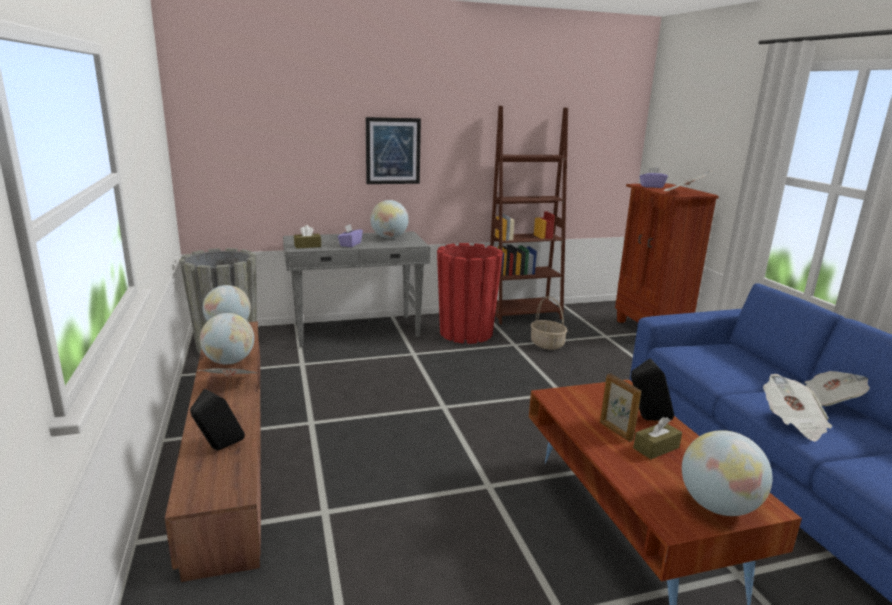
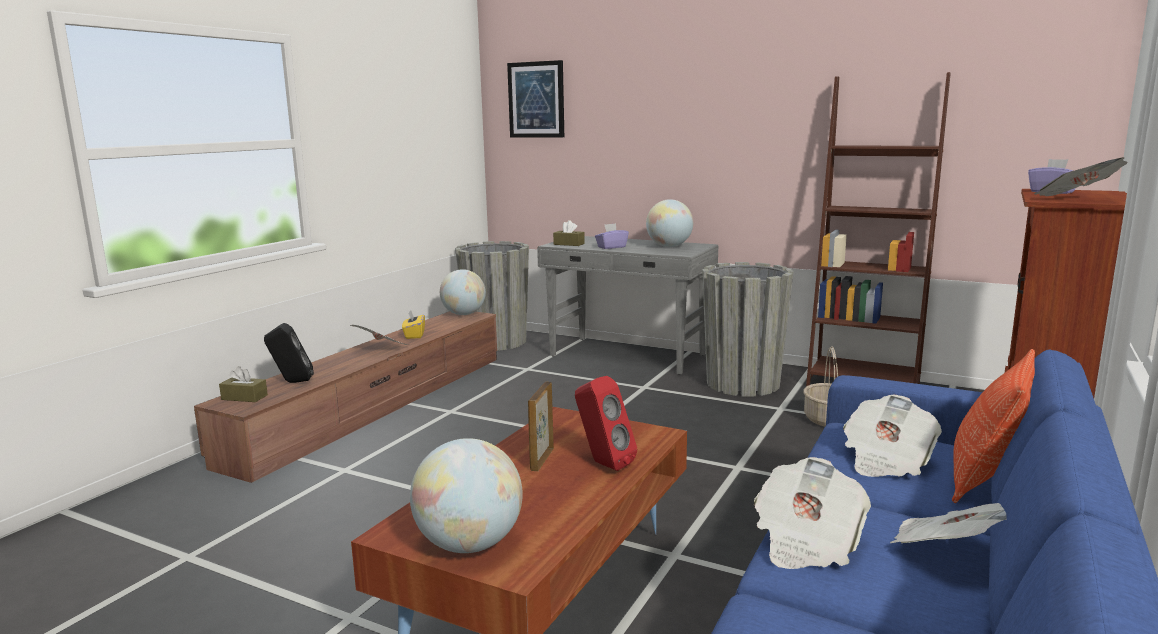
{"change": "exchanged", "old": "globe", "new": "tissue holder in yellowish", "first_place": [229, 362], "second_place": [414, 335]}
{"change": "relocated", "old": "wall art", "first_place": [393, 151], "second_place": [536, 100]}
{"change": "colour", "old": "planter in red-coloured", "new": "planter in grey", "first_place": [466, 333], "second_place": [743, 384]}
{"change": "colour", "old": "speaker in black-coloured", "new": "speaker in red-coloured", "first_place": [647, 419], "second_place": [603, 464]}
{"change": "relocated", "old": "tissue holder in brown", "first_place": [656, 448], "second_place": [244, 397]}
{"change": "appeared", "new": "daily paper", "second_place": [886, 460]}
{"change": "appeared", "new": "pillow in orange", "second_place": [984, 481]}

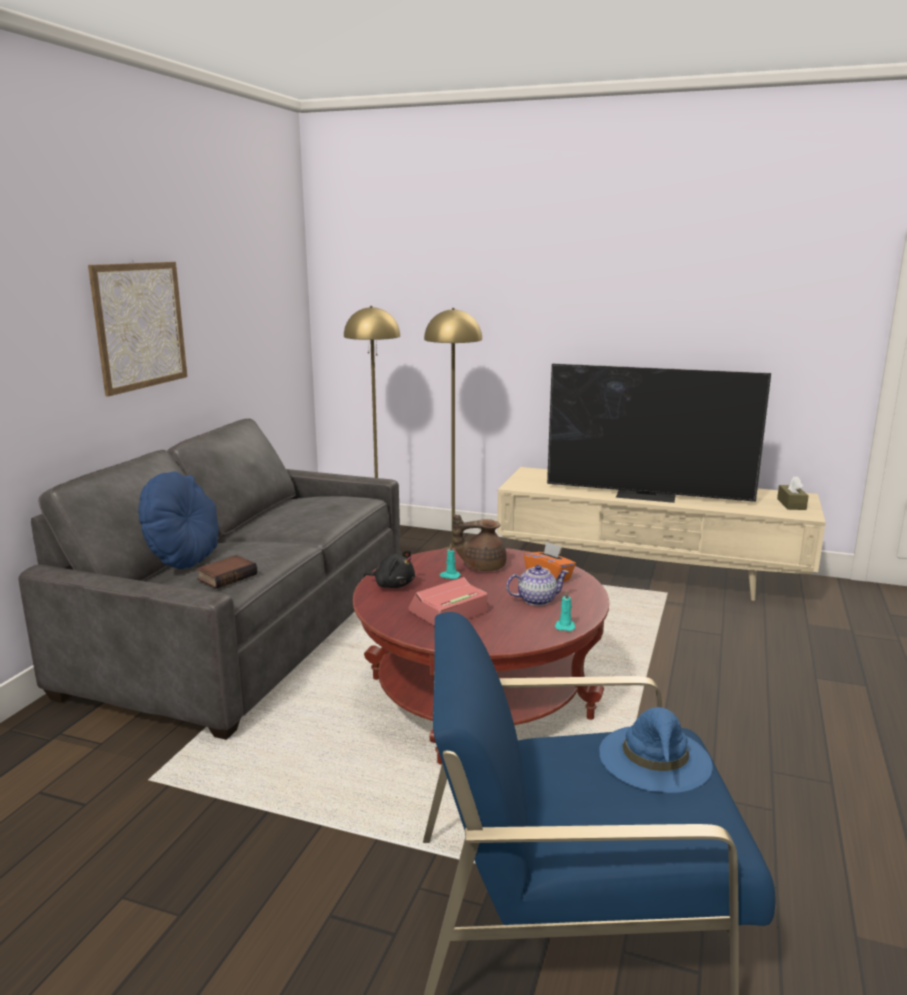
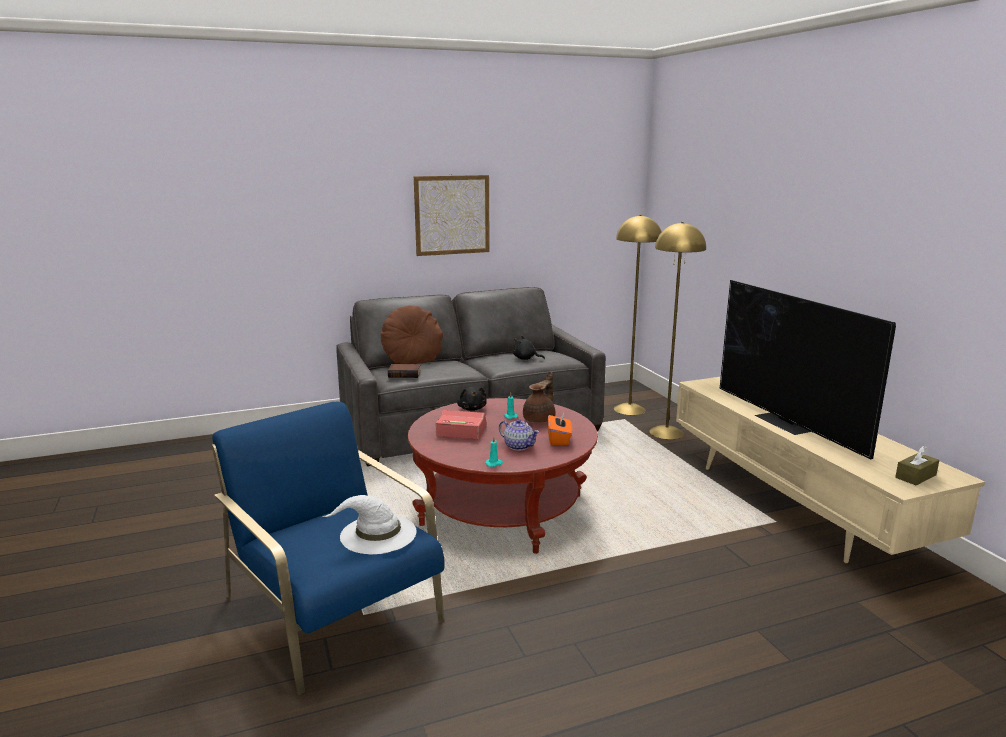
{"change": "colour", "old": "pillow in blue", "new": "pillow in brown", "first_place": [184, 561], "second_place": [413, 362]}
{"change": "spun", "old": "tea pot in brown", "first_place": [482, 566], "second_place": [540, 419], "degrees": 75}
{"change": "colour", "old": "wearable hat in blue", "new": "wearable hat in white", "first_place": [655, 759], "second_place": [377, 534]}
{"change": "appeared", "new": "soft toy in black-coloured", "second_place": [525, 359]}

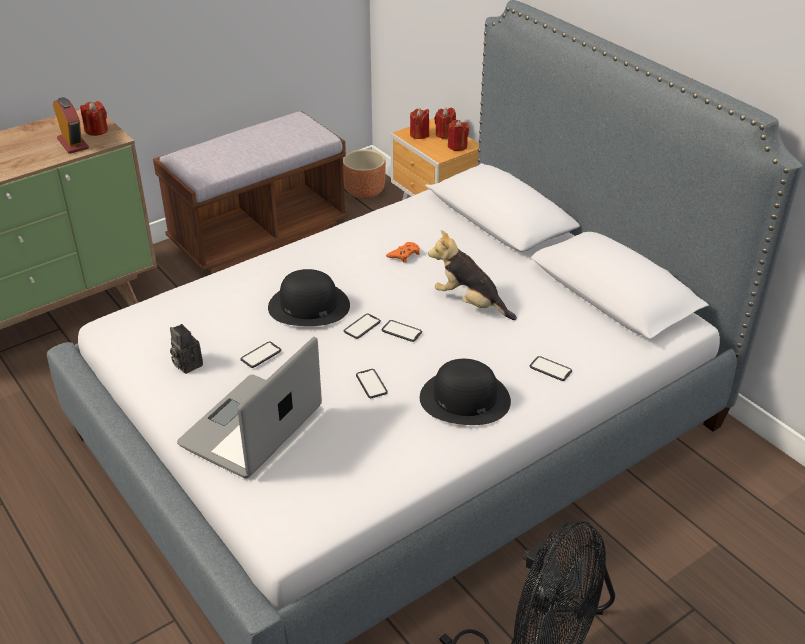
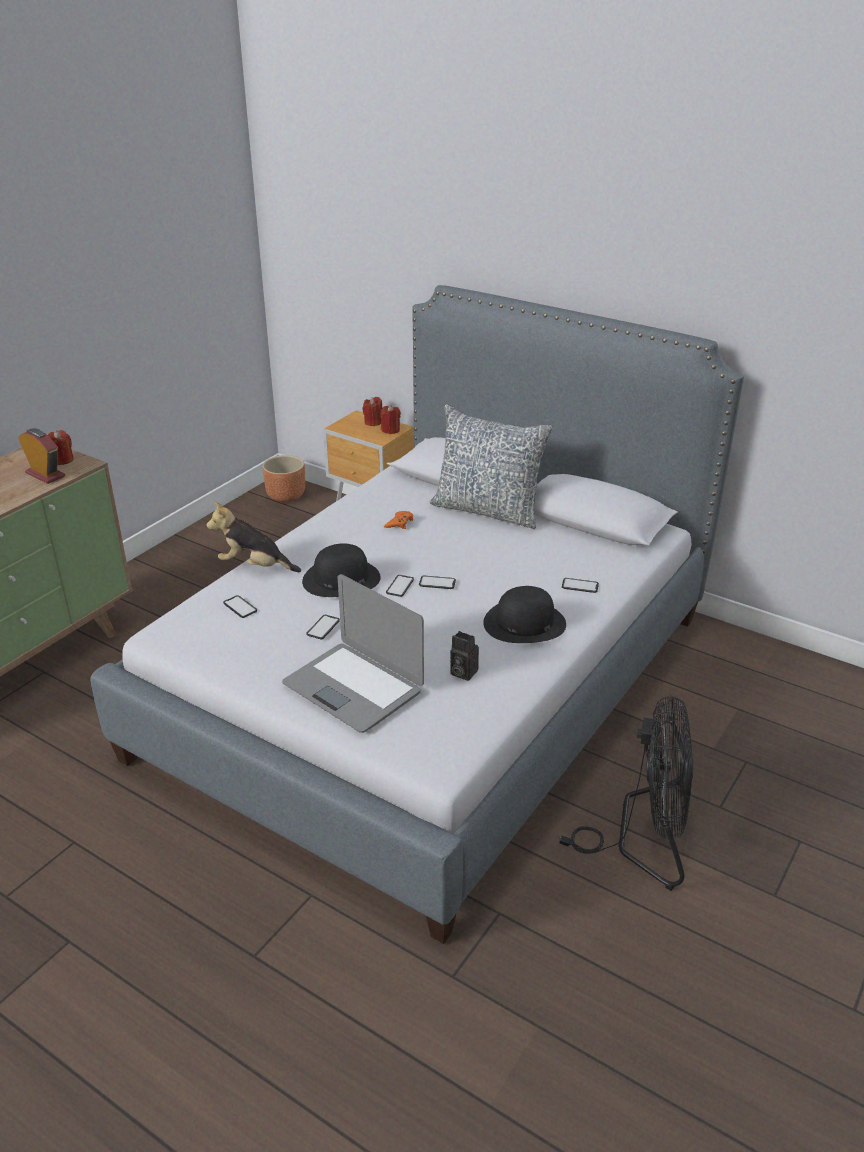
{"change": "missing", "old": "indoor bench in brown", "first_place": [259, 234]}
{"change": "relocated", "old": "photo camera", "first_place": [186, 364], "second_place": [462, 672]}
{"change": "spun", "old": "portable computer", "first_place": [252, 428], "second_place": [353, 687], "degrees": -60}
{"change": "relocated", "old": "telephone", "first_place": [371, 384], "second_place": [240, 607]}
{"change": "missing", "old": "wax candle in red-coloured", "first_place": [419, 135]}
{"change": "relocated", "old": "soft toy", "first_place": [470, 303], "second_place": [255, 566]}
{"change": "appeared", "new": "pillow", "second_place": [487, 510]}

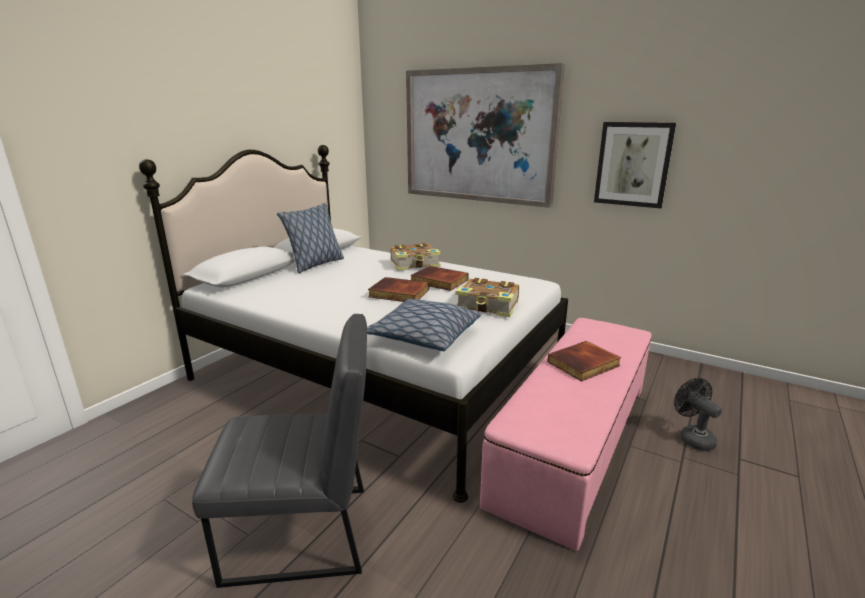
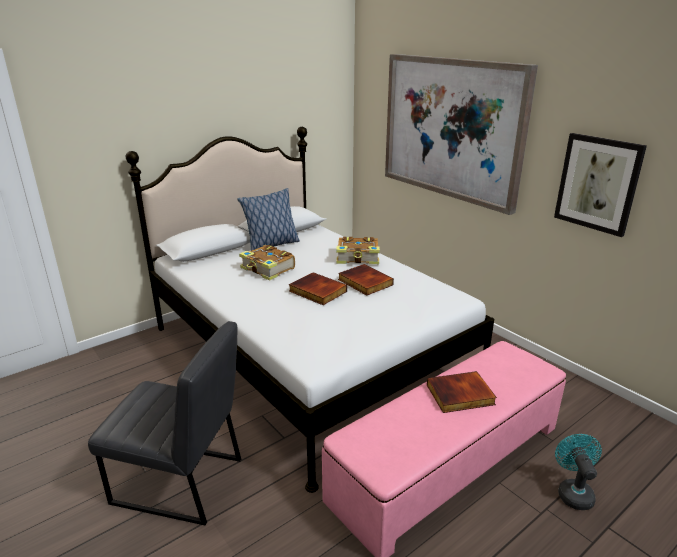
{"change": "missing", "old": "pillow", "first_place": [424, 336]}
{"change": "relocated", "old": "bound book", "first_place": [488, 306], "second_place": [267, 269]}
{"change": "colour", "old": "cooling fan in black-coloured", "new": "cooling fan in turquoise-coloured", "first_place": [692, 437], "second_place": [573, 492]}

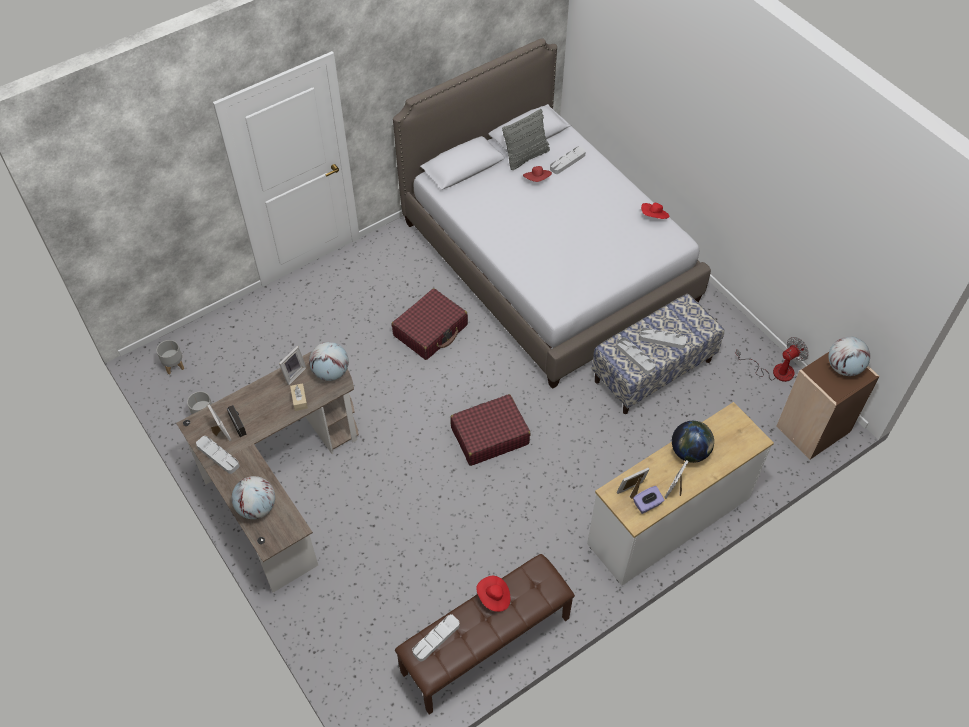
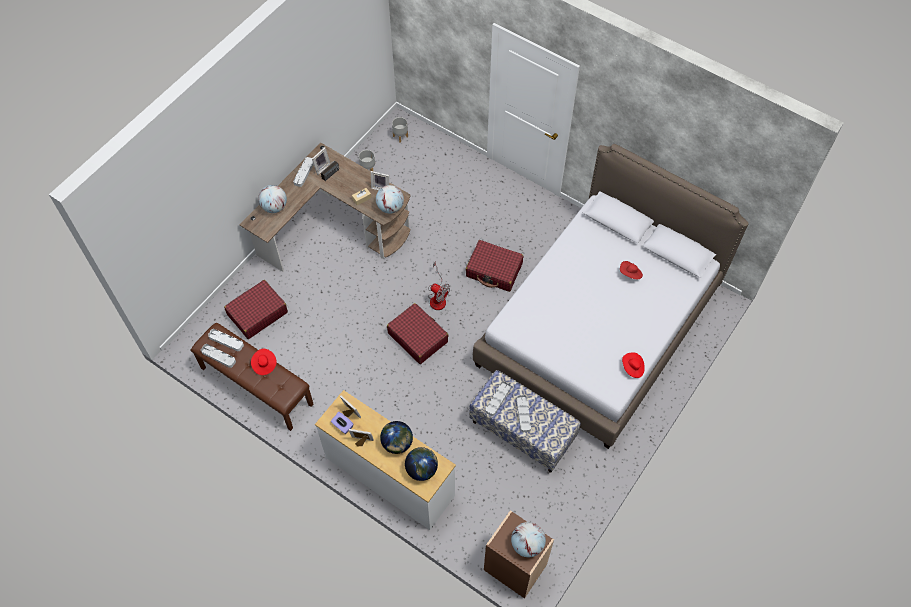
{"change": "missing", "old": "pillow in grey", "first_place": [525, 157]}
{"change": "relocated", "old": "tray in grey", "first_place": [567, 162], "second_place": [218, 356]}
{"change": "relocated", "old": "cooling fan", "first_place": [775, 371], "second_place": [437, 297]}
{"change": "appeared", "new": "travel case in red-coloured", "second_place": [257, 313]}
{"change": "appeared", "new": "globe", "second_place": [421, 470]}

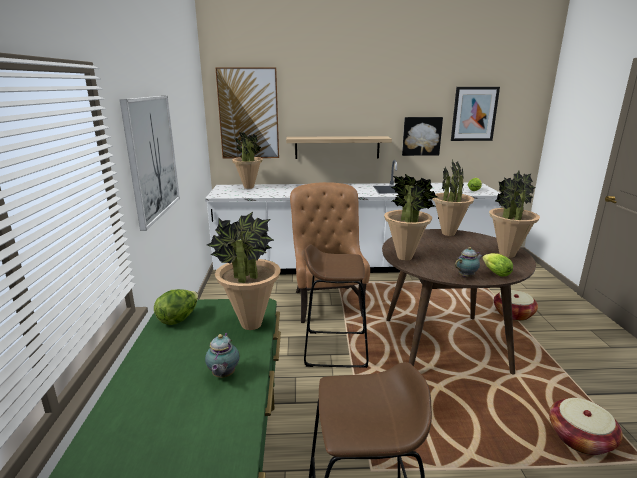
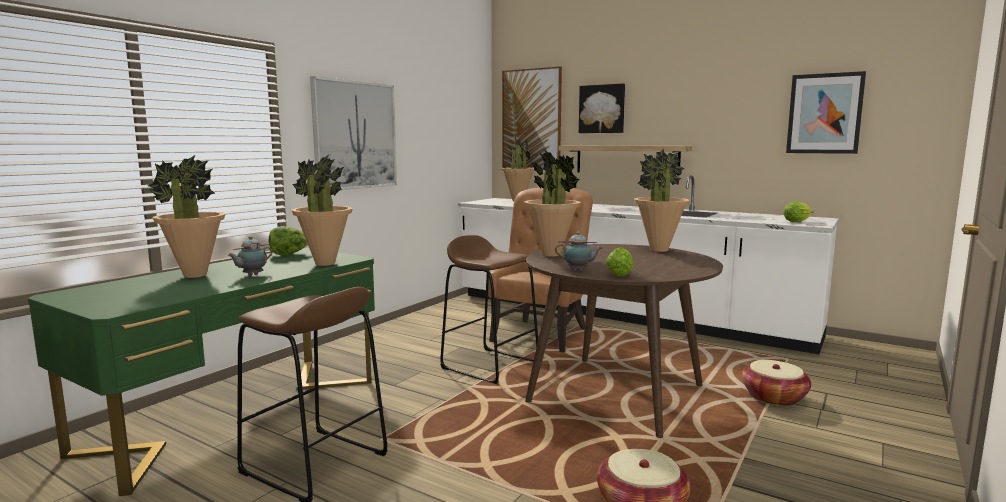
{"change": "relocated", "old": "wall art", "first_place": [421, 136], "second_place": [602, 109]}
{"change": "relocated", "old": "houseplant", "first_place": [507, 255], "second_place": [194, 275]}

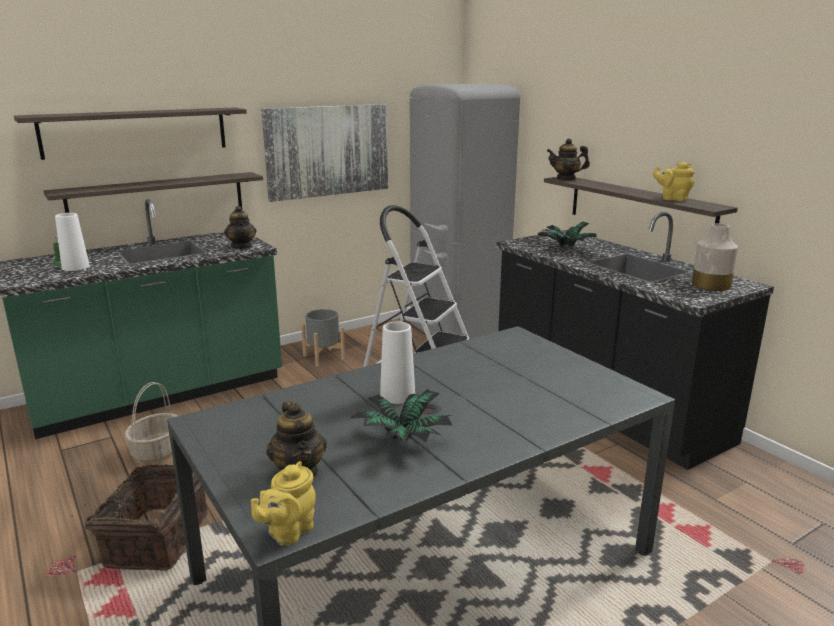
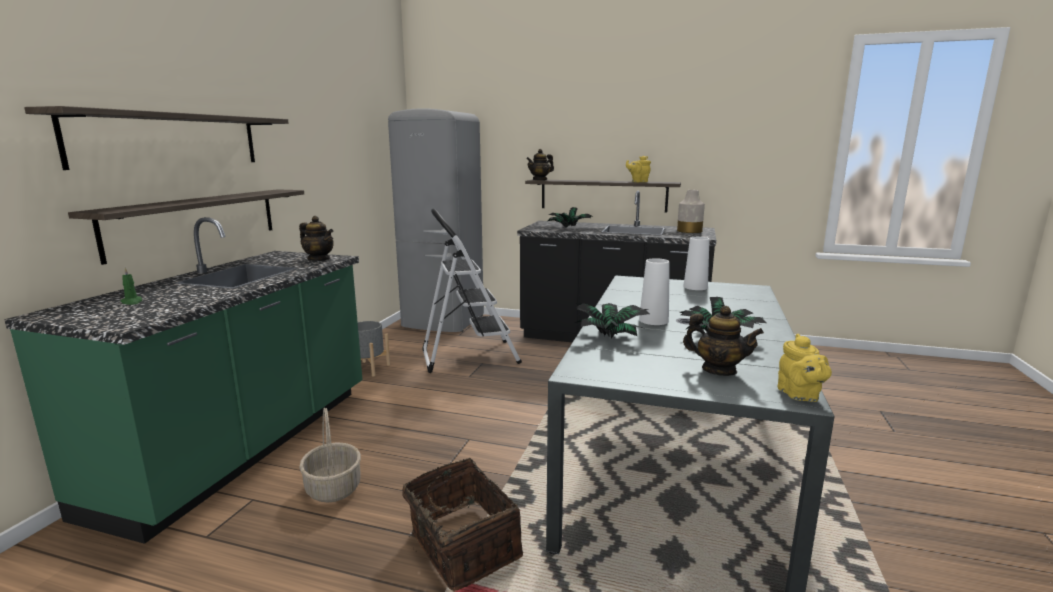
{"change": "relocated", "old": "decorative vase in white", "first_place": [75, 267], "second_place": [695, 287]}
{"change": "missing", "old": "wall art", "first_place": [328, 151]}
{"change": "appeared", "new": "houseplant", "second_place": [610, 336]}

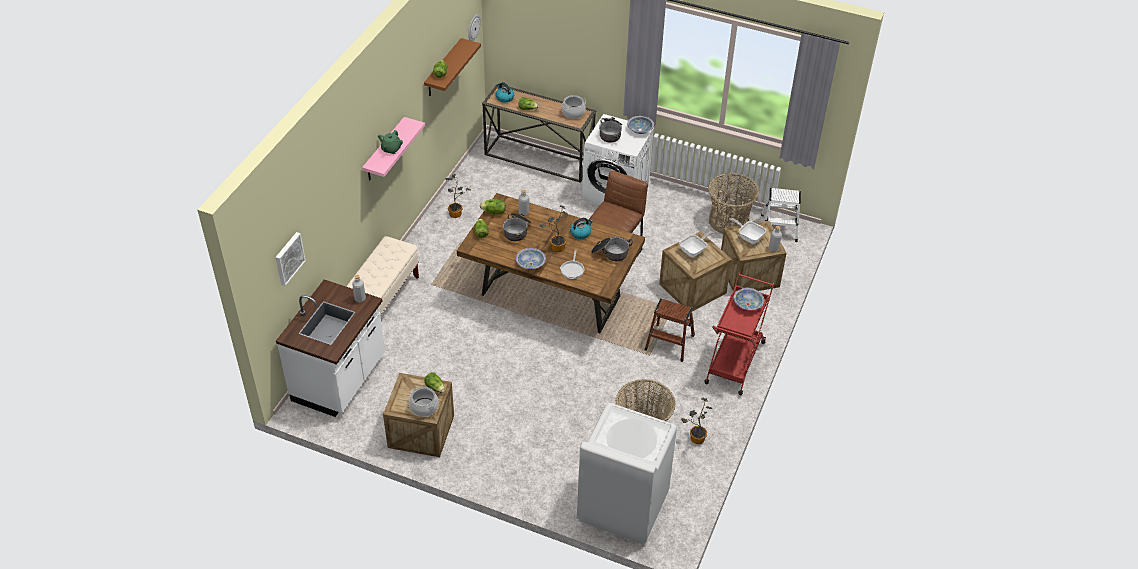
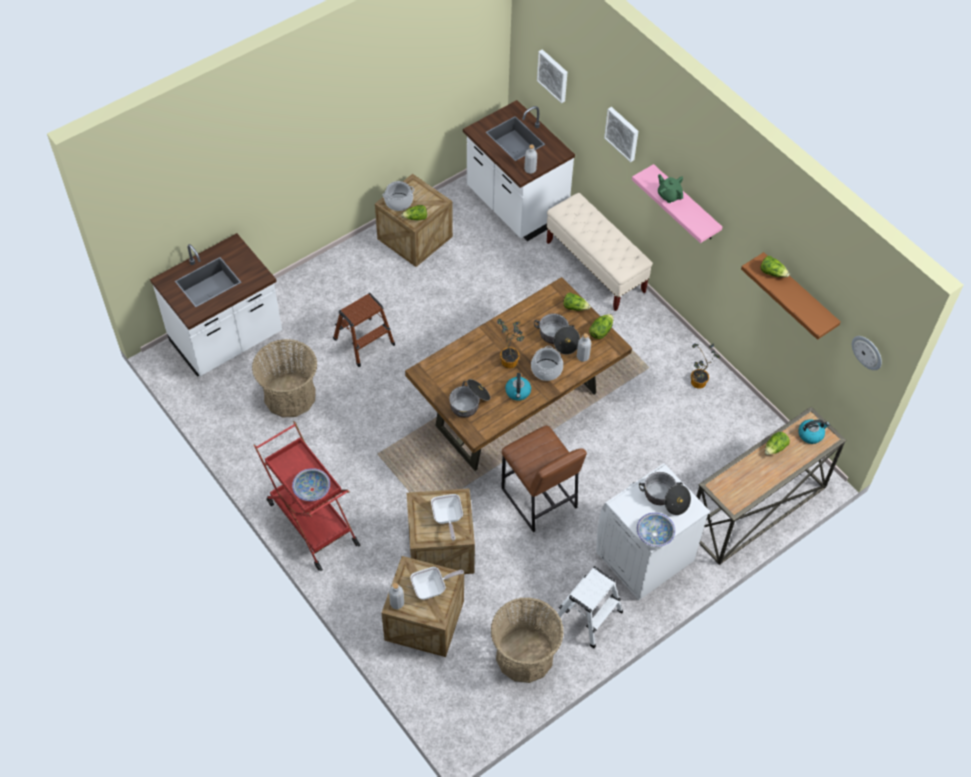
{"change": "missing", "old": "serving bowl", "first_place": [530, 264]}
{"change": "missing", "old": "frying pan", "first_place": [572, 269]}
{"change": "relocated", "old": "saucepot", "first_place": [573, 113], "second_place": [546, 369]}
{"change": "exchanged", "old": "laundry appliance in white", "new": "kitchen counter in white", "first_place": [622, 506], "second_place": [227, 340]}
{"change": "relocated", "old": "stepladder in brown", "first_place": [669, 342], "second_place": [364, 341]}
{"change": "missing", "old": "houseplant", "first_place": [695, 438]}
{"change": "relocated", "old": "stepladder in white", "first_place": [778, 227], "second_place": [588, 615]}
{"change": "appeared", "new": "wall art", "second_place": [623, 133]}

